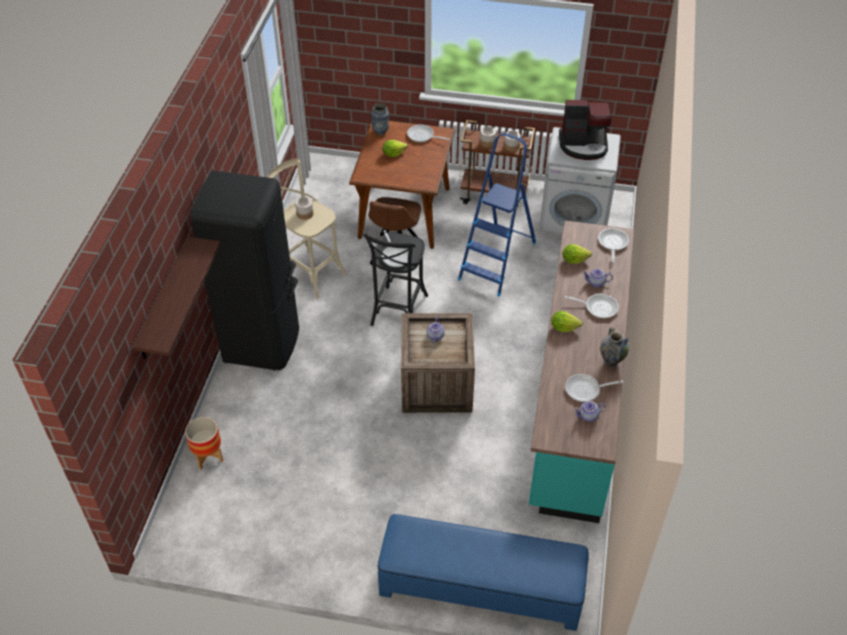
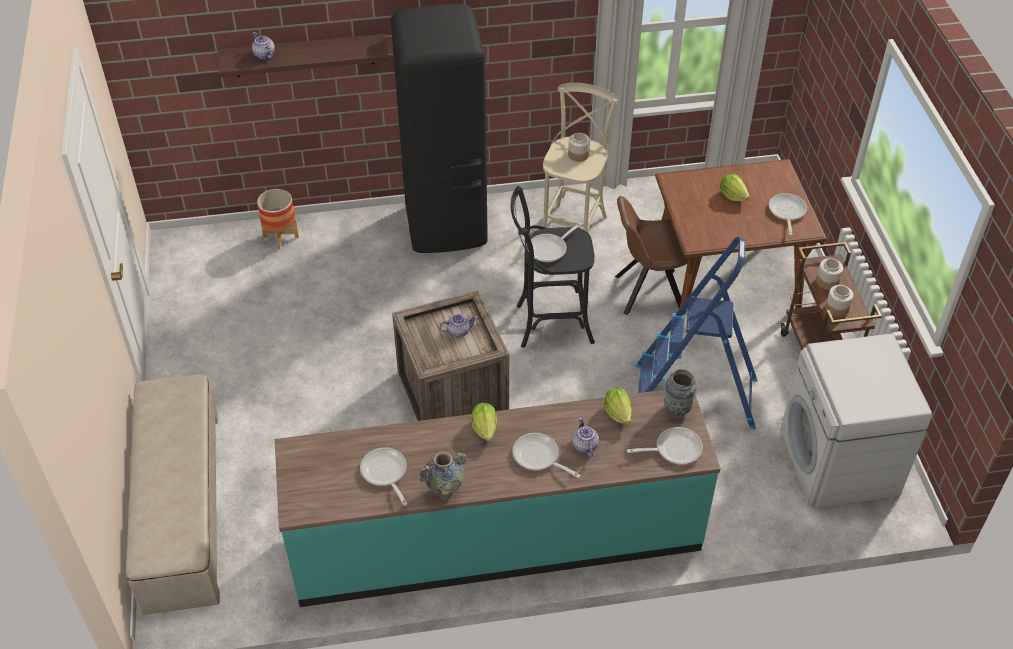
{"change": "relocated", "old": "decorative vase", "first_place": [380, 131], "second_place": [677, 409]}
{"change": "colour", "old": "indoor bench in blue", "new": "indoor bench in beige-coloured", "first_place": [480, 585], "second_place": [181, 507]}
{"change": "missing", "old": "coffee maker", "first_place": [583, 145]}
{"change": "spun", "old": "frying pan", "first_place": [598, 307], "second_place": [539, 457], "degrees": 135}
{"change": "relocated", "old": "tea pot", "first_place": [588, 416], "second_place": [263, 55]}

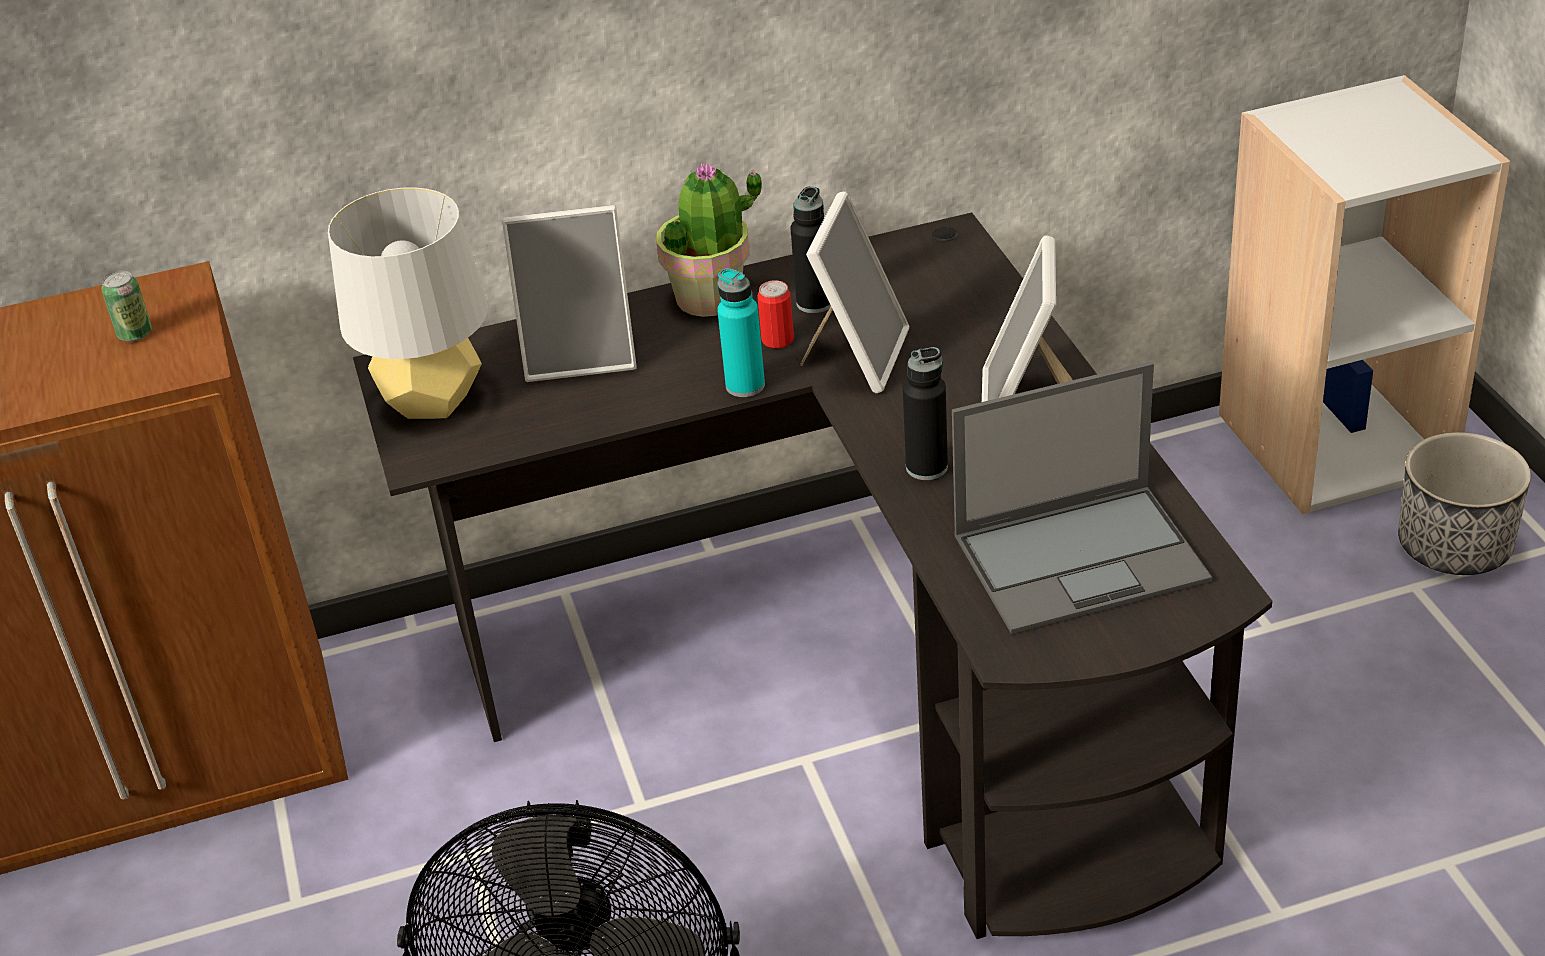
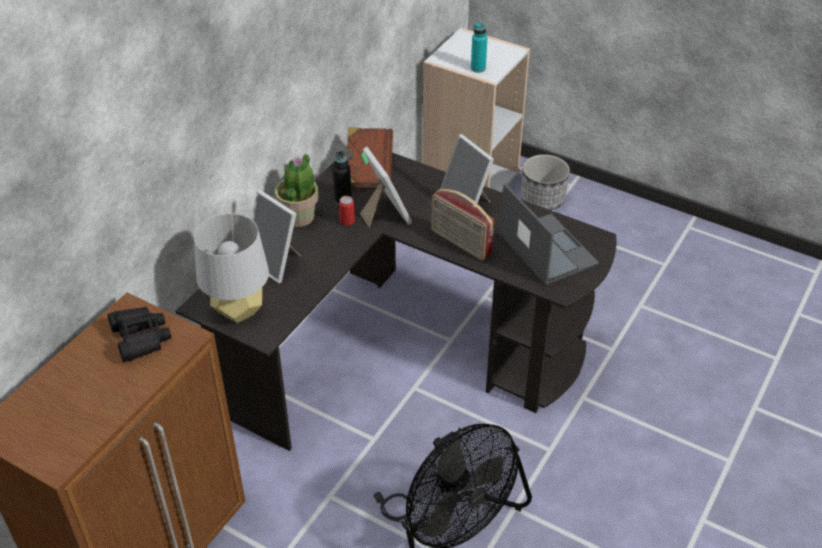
{"change": "exchanged", "old": "metal can", "new": "pair of binoculars in black-coloured", "first_place": [135, 334], "second_place": [140, 338]}
{"change": "spun", "old": "picture frame", "first_place": [581, 354], "second_place": [276, 262], "degrees": 90}
{"change": "relocated", "old": "bottle in turquoise-coloured", "first_place": [745, 386], "second_place": [478, 68]}
{"change": "exchanged", "old": "bottle in black-coloured", "new": "radio", "first_place": [926, 467], "second_place": [460, 243]}
{"change": "spun", "old": "portable computer", "first_place": [1082, 557], "second_place": [546, 249], "degrees": -60}
{"change": "appeared", "new": "bound book in brown", "second_place": [367, 170]}

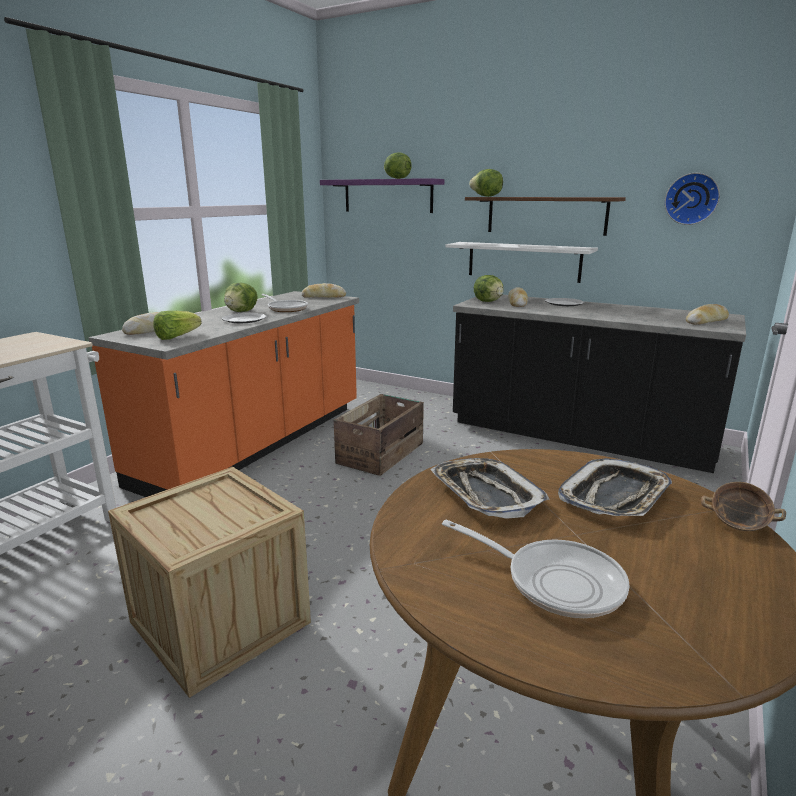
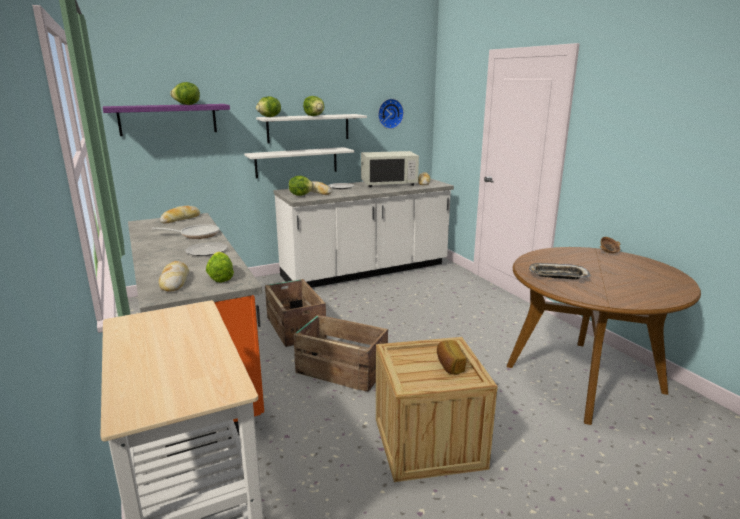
{"change": "relocated", "old": "lettuce head", "first_place": [242, 312], "second_place": [314, 116]}
{"change": "missing", "old": "frying pan", "first_place": [555, 581]}
{"change": "colour", "old": "kitchen counter in black-coloured", "new": "kitchen counter in white", "first_place": [578, 436], "second_place": [365, 271]}
{"change": "colour", "old": "bracket shelf in brown", "new": "bracket shelf in white", "first_place": [546, 215], "second_place": [308, 128]}
{"change": "missing", "old": "tray", "first_place": [615, 496]}
{"change": "appeared", "new": "shipping crate", "second_place": [341, 370]}
{"change": "appeared", "new": "kitchen microwave in white", "second_place": [389, 183]}
{"change": "appeared", "new": "baked bread", "second_place": [449, 365]}

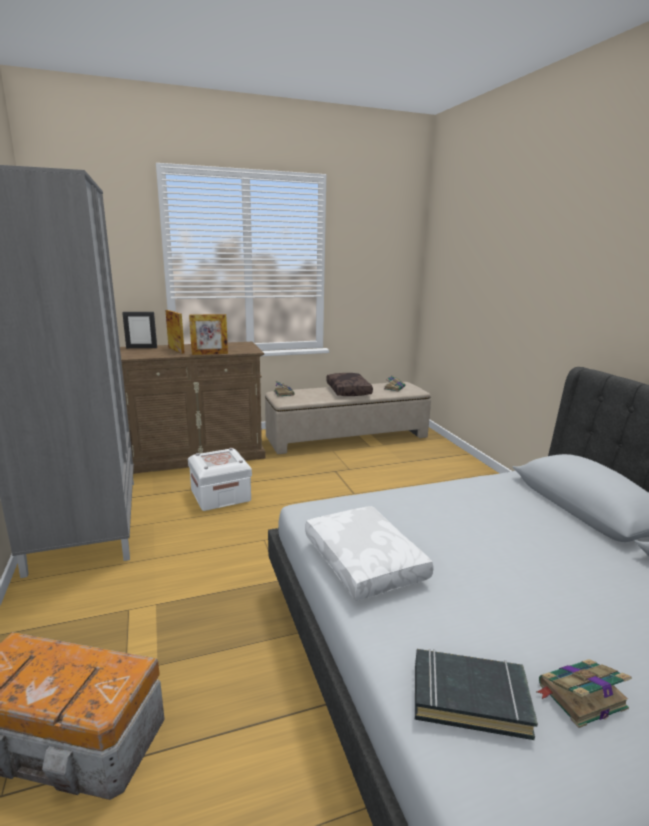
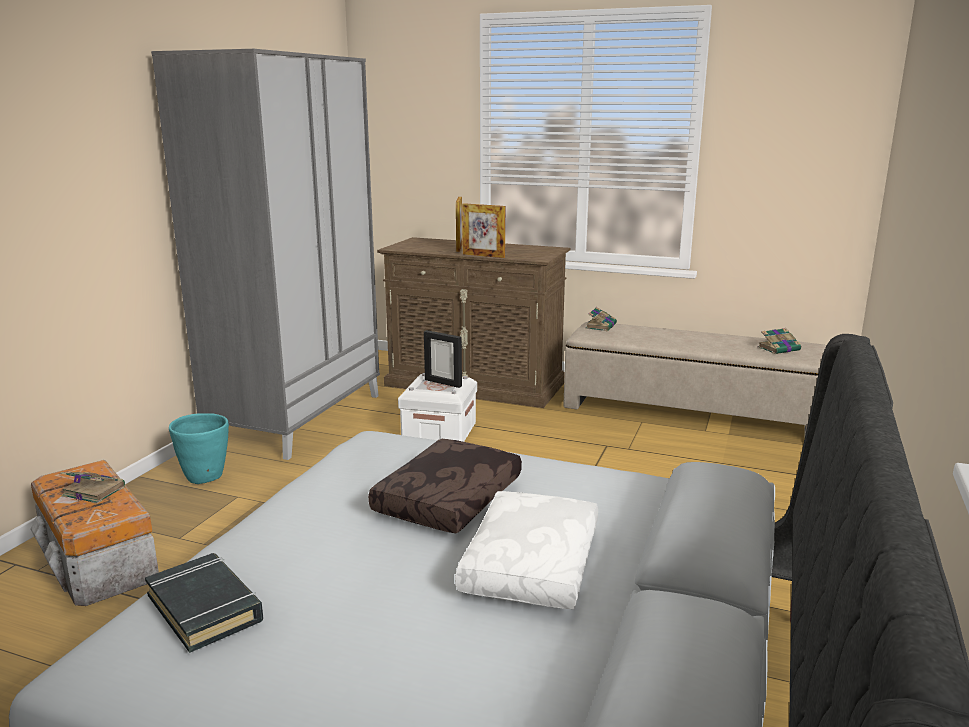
{"change": "relocated", "old": "picture frame", "first_place": [142, 347], "second_place": [443, 382]}
{"change": "relocated", "old": "pillow in white", "first_place": [366, 562], "second_place": [533, 565]}
{"change": "relocated", "old": "pillow in brown", "first_place": [349, 391], "second_place": [450, 500]}
{"change": "relocated", "old": "bound book", "first_place": [580, 696], "second_place": [93, 491]}
{"change": "appeared", "new": "planter in turquoise-coloured", "second_place": [205, 477]}

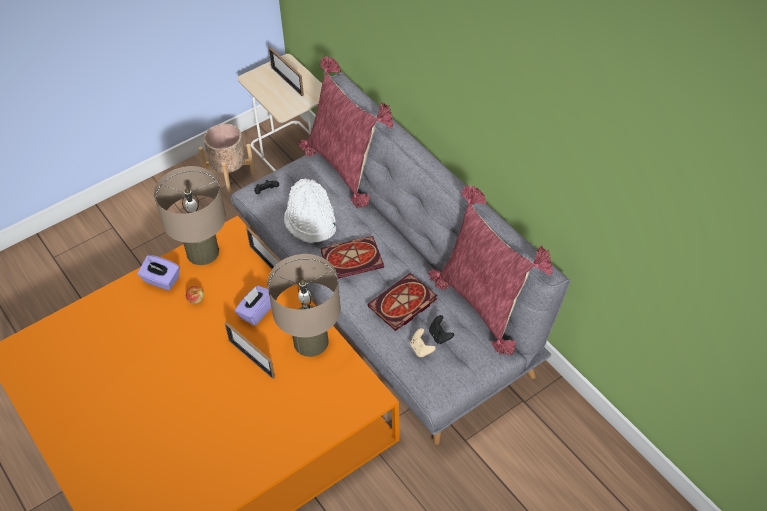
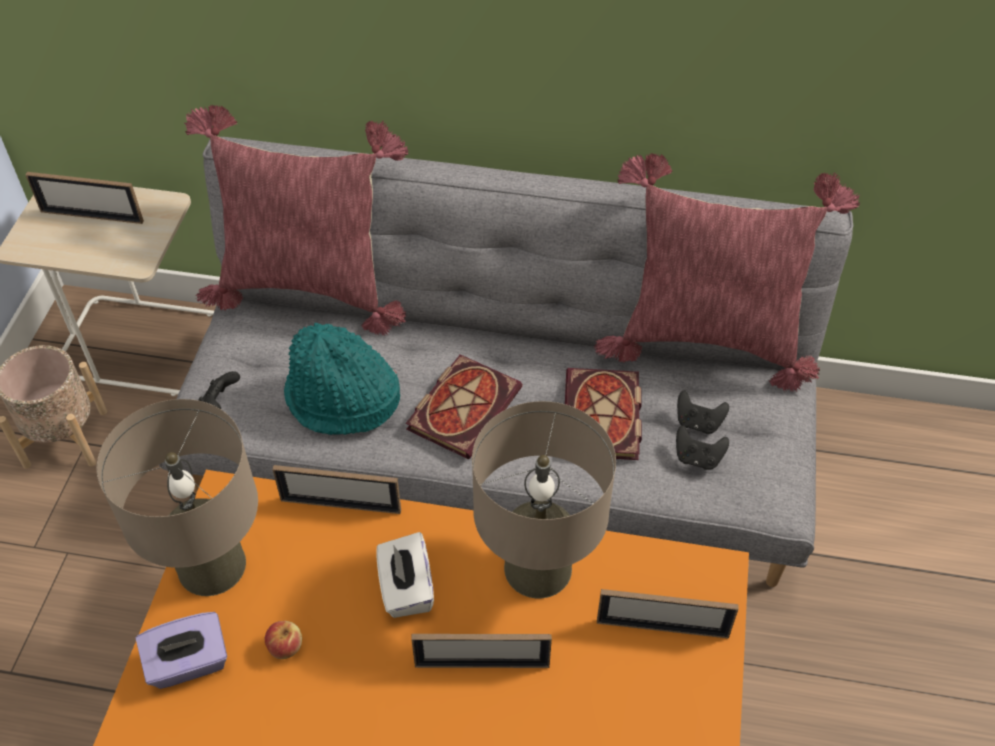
{"change": "colour", "old": "tissue holder in purple", "new": "tissue holder in white", "first_place": [256, 311], "second_place": [406, 589]}
{"change": "colour", "old": "wearable hat in white", "new": "wearable hat in turquoise-coloured", "first_place": [310, 223], "second_place": [342, 400]}
{"change": "colour", "old": "joypad in beige-coloured", "new": "joypad in black-coloured", "first_place": [421, 349], "second_place": [697, 458]}
{"change": "appeared", "new": "picture frame", "second_place": [662, 628]}

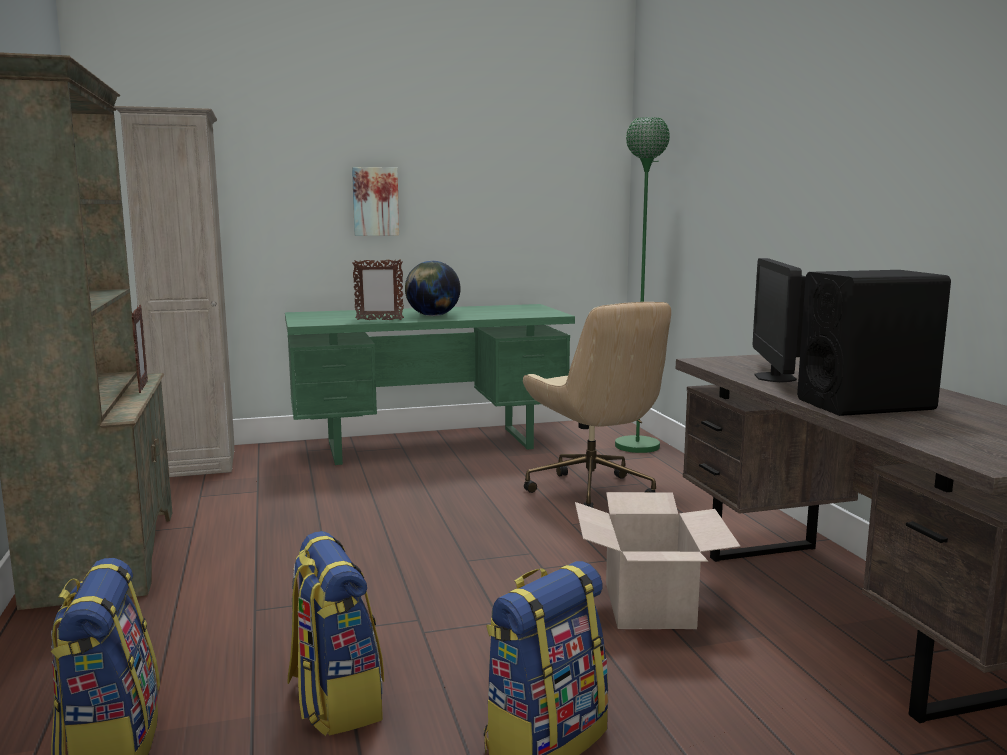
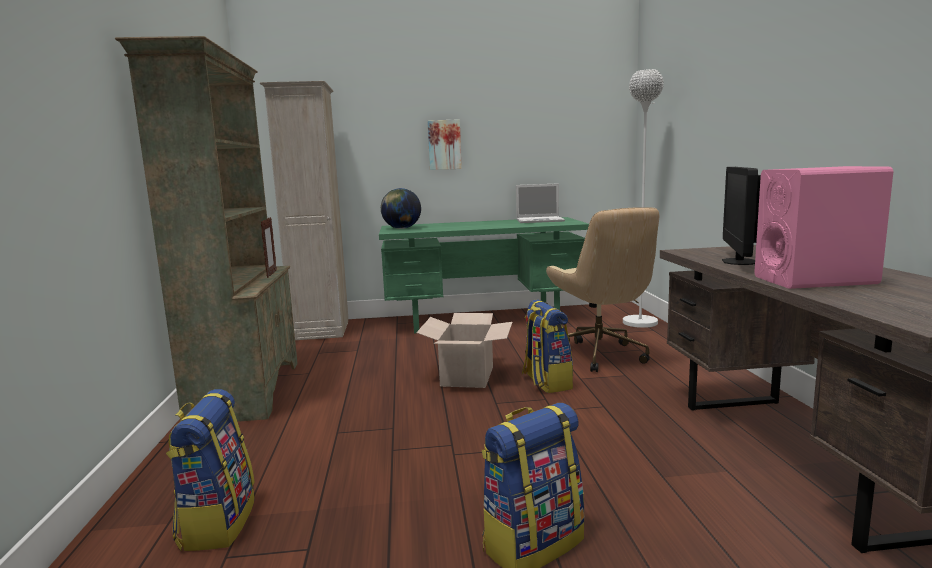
{"change": "relocated", "old": "rucksack", "first_place": [334, 701], "second_place": [546, 382]}
{"change": "missing", "old": "picture frame", "first_place": [379, 320]}
{"change": "relocated", "old": "globe", "first_place": [432, 316], "second_place": [401, 228]}
{"change": "relocated", "old": "carton", "first_place": [647, 605], "second_place": [467, 376]}
{"change": "colour", "old": "floor lamp in green-coloured", "new": "floor lamp in white", "first_place": [637, 446], "second_place": [640, 322]}
{"change": "colour", "old": "speaker in black-coloured", "new": "speaker in pink", "first_place": [865, 404], "second_place": [814, 280]}
{"change": "appeared", "new": "portable computer", "second_place": [541, 220]}

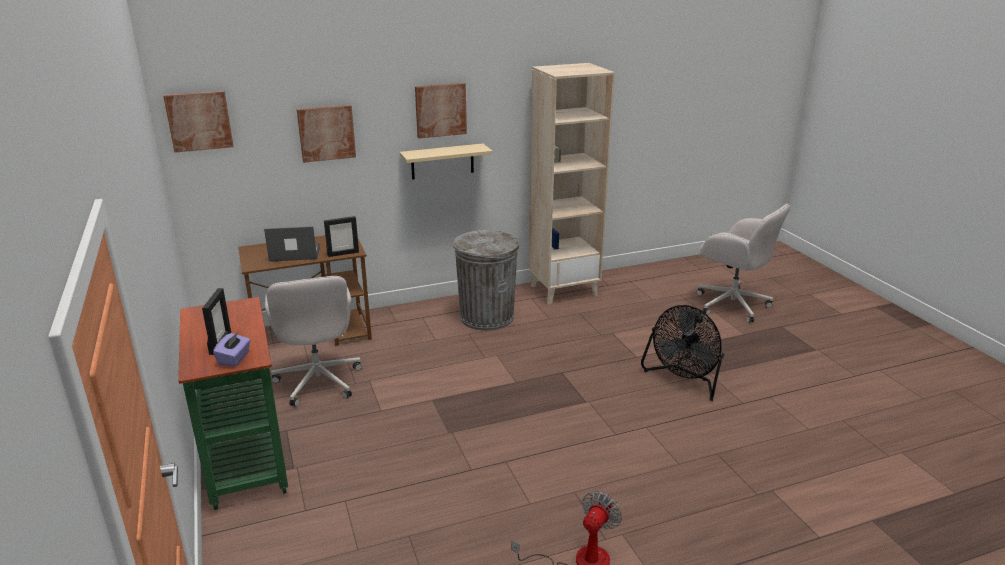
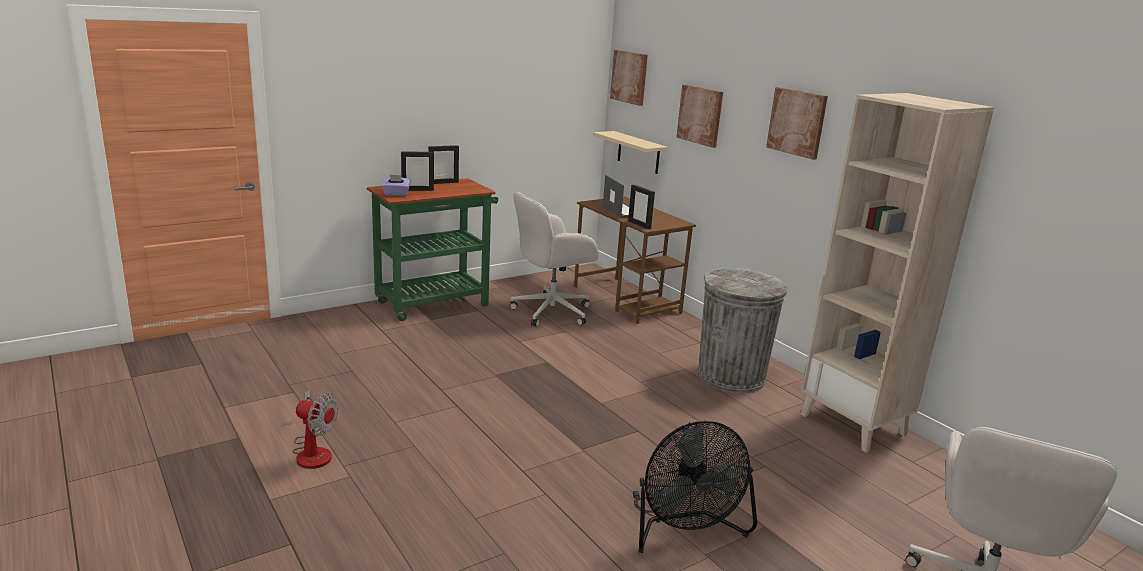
{"change": "relocated", "old": "bracket shelf in beige-coloured", "first_place": [442, 161], "second_place": [638, 152]}
{"change": "spun", "old": "cooling fan in black-coloured", "first_place": [682, 378], "second_place": [680, 529], "degrees": -135}
{"change": "appeared", "new": "picture frame", "second_place": [443, 182]}

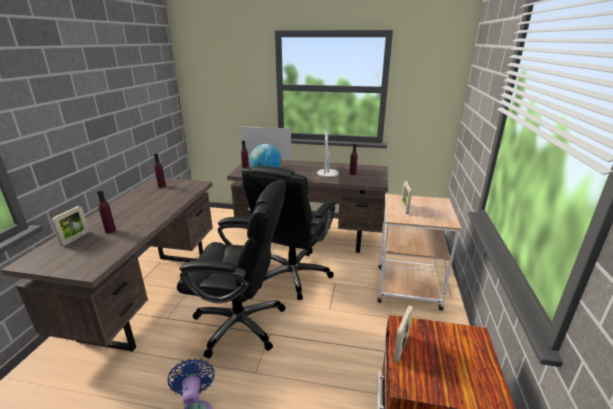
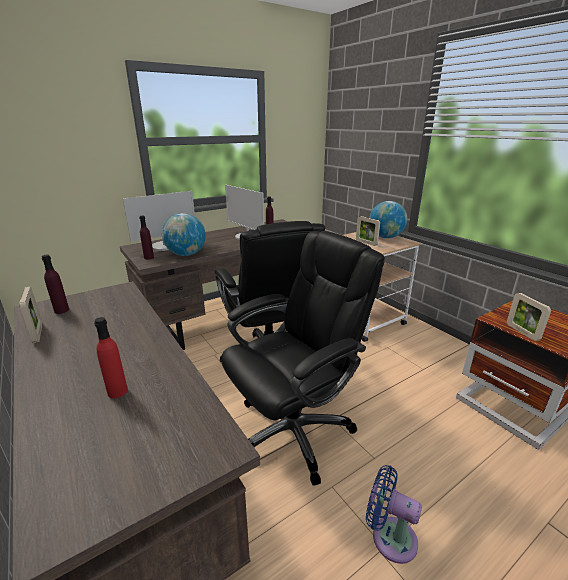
{"change": "relocated", "old": "picture frame", "first_place": [75, 238], "second_place": [38, 333]}
{"change": "colour", "old": "bottle in purple", "new": "bottle in red-coloured", "first_place": [110, 230], "second_place": [117, 392]}
{"change": "appeared", "new": "globe", "second_place": [385, 237]}

